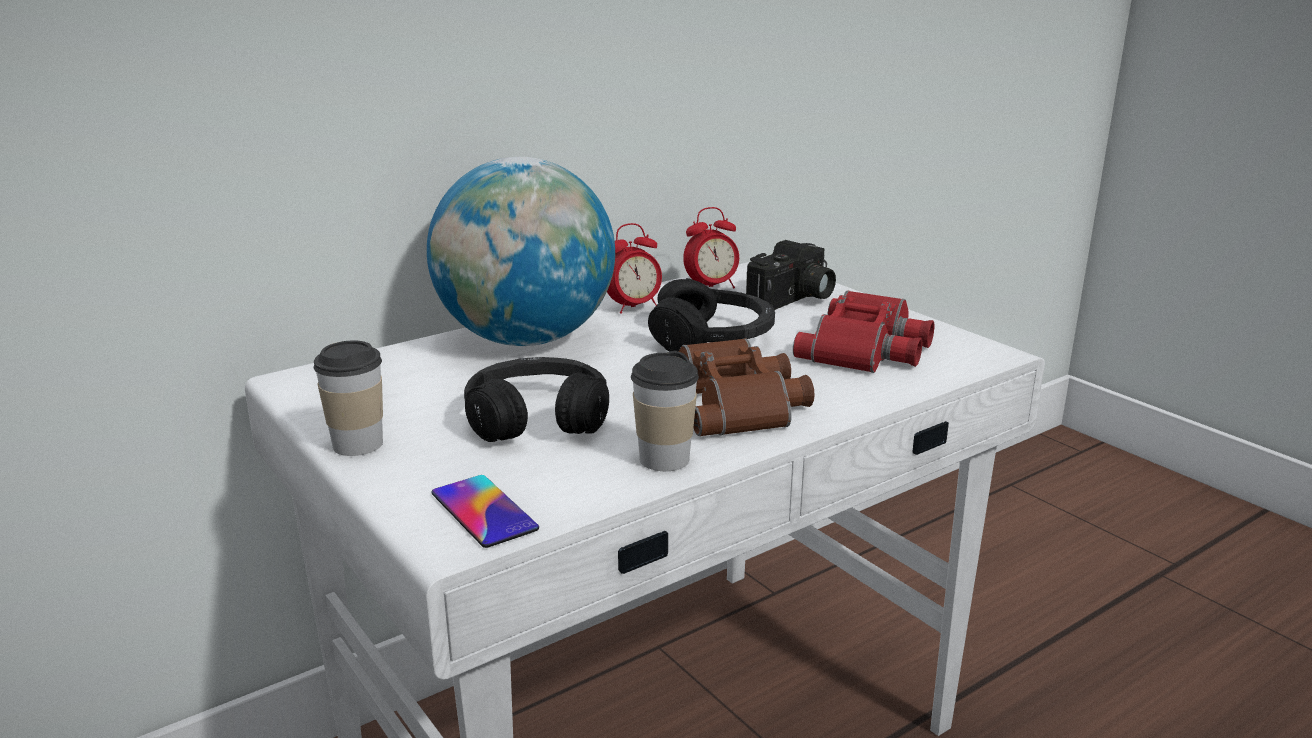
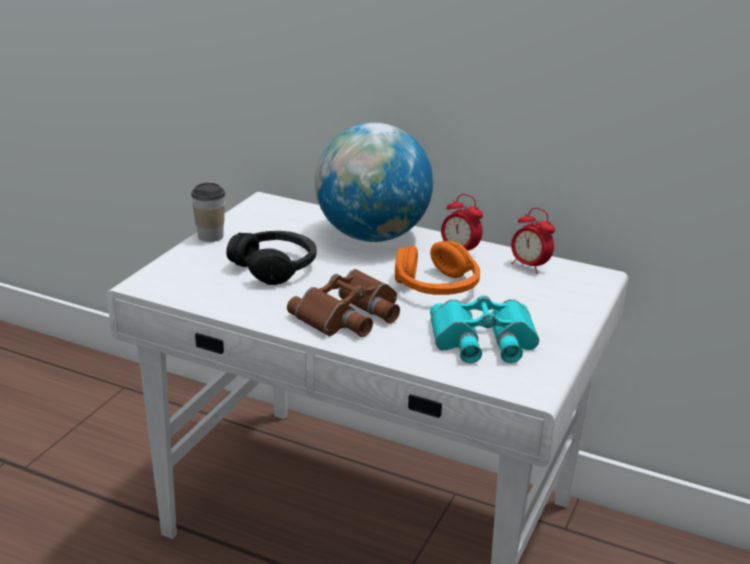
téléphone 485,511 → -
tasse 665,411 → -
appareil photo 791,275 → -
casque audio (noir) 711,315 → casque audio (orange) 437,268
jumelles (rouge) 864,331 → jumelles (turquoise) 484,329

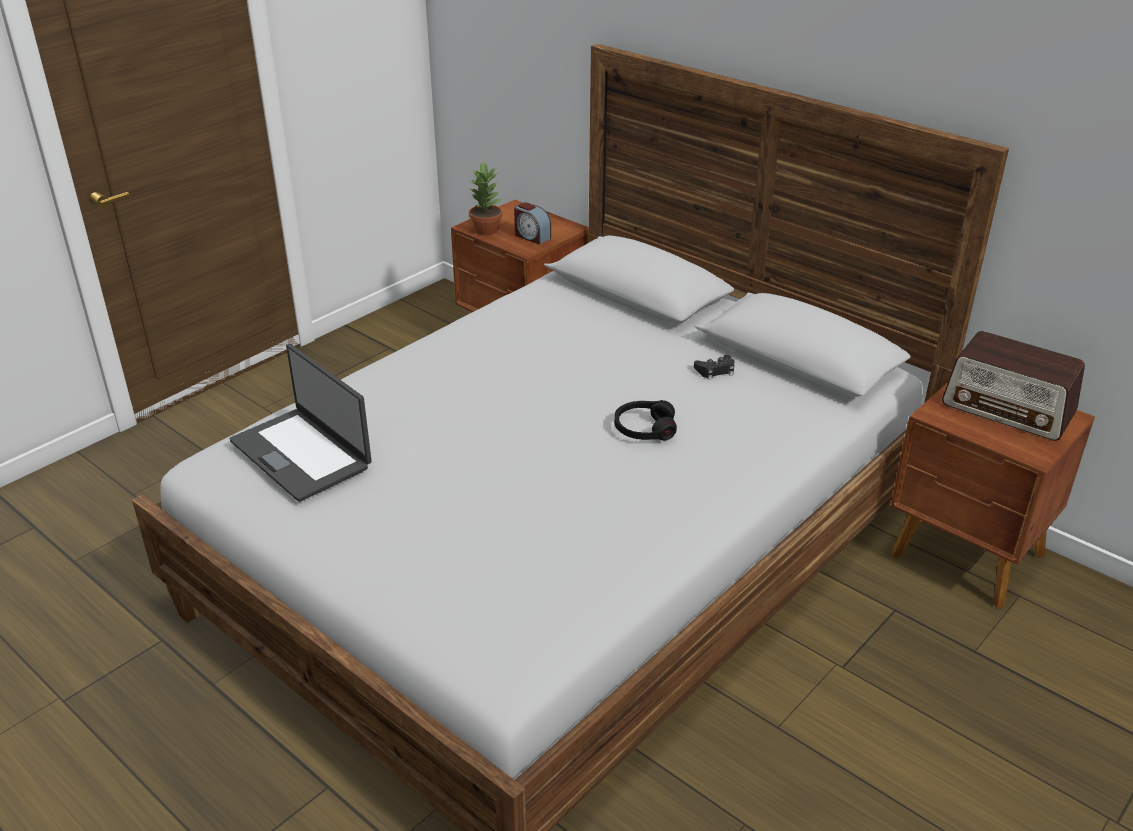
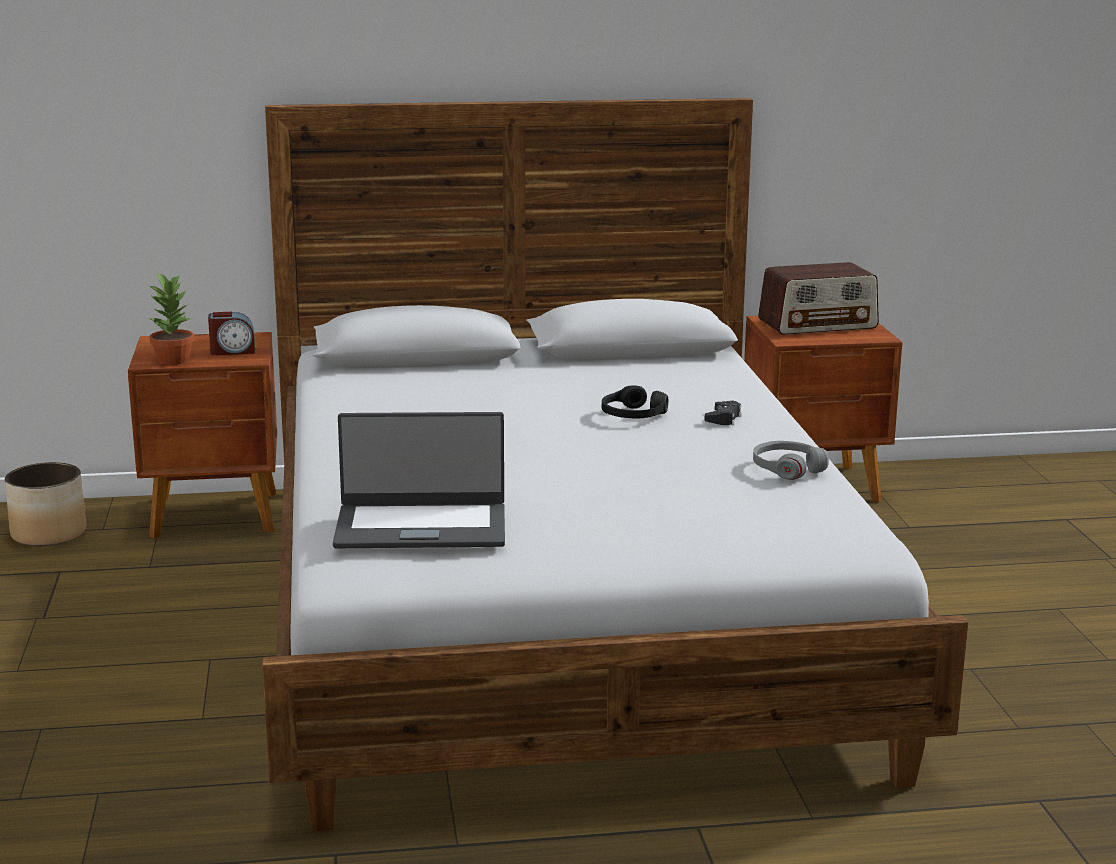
- → cache-pot 45,504
- → casque audio (gris) 791,460
manette (noir) 714,367 → manette (noir) 723,413, moved

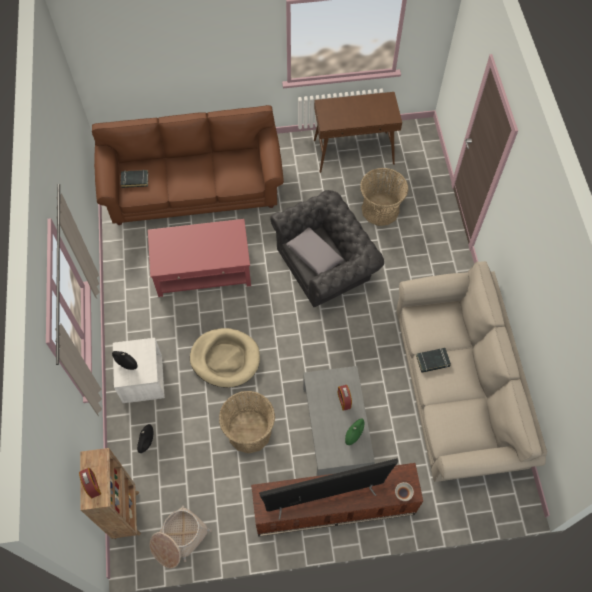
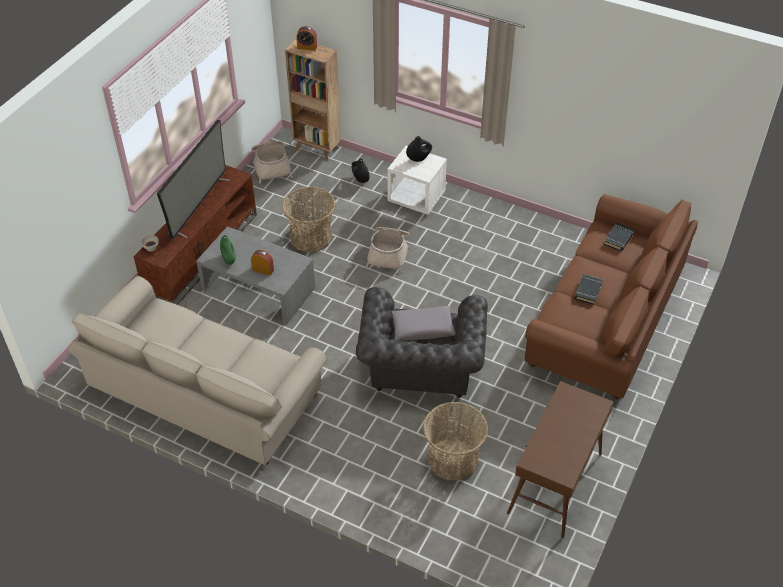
table basse (rouge) 199,258 → -
livre (noir) 433,360 → livre (noir) 588,289, moved
panier pour chien (beige) 225,358 → panier 388,250

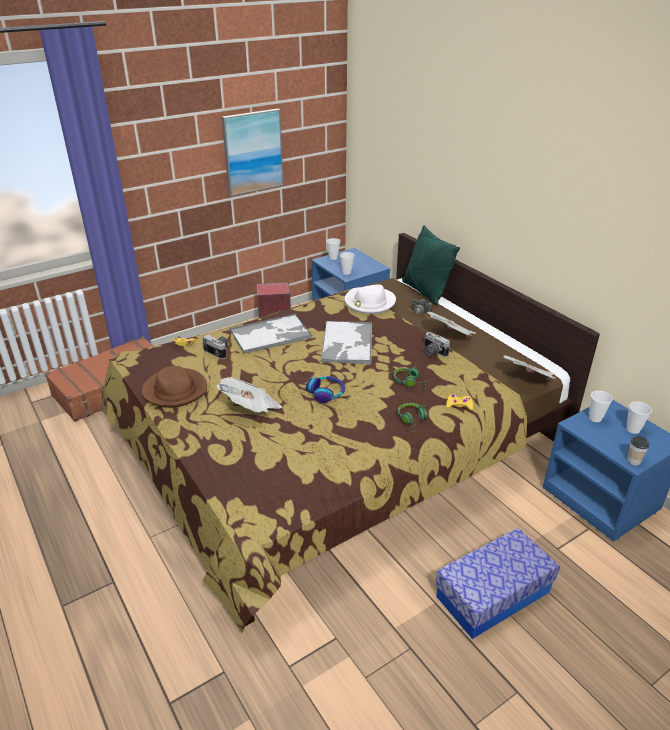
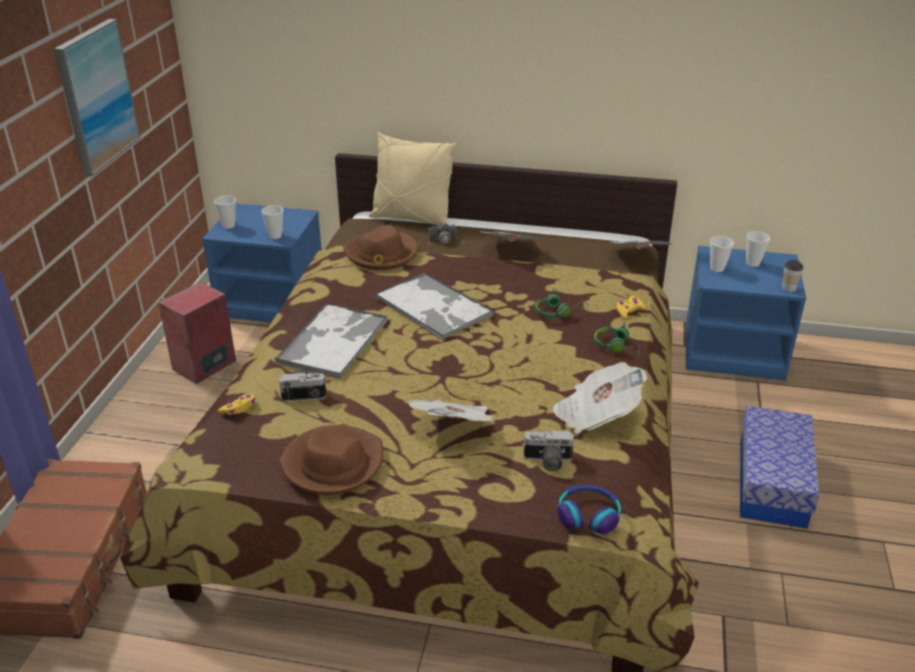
- → journal 600,398
casque audio 325,389 → casque audio 589,509, moved
appareil photo 437,344 → appareil photo 548,450, moved
chapeau (blanc) 370,299 → chapeau (marron) 380,247
coussin (vert) 431,265 → coussin (beige) 413,178

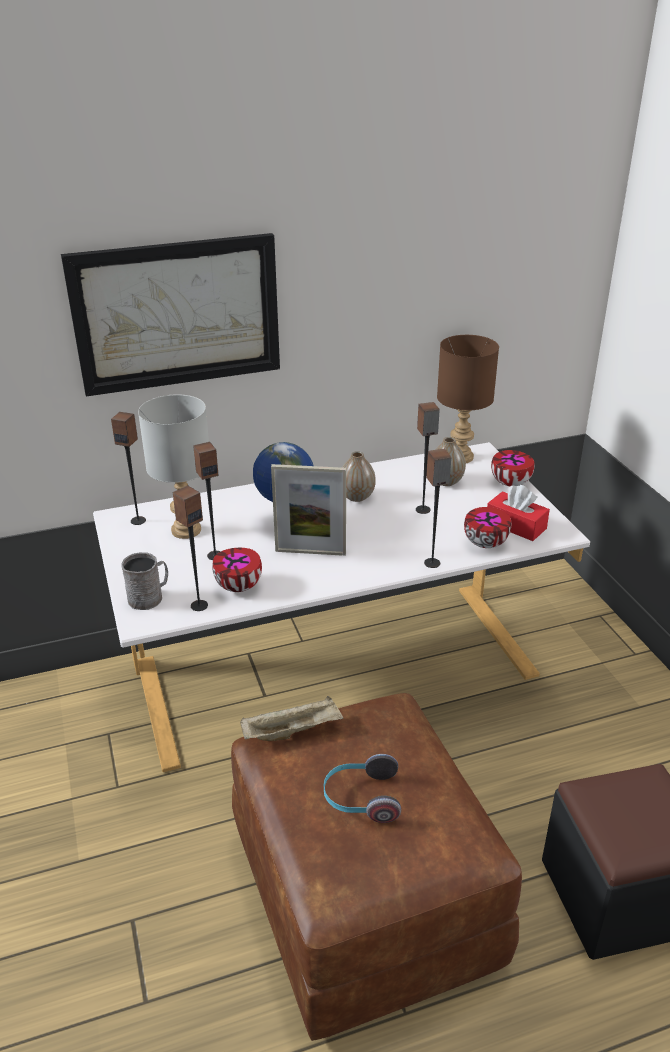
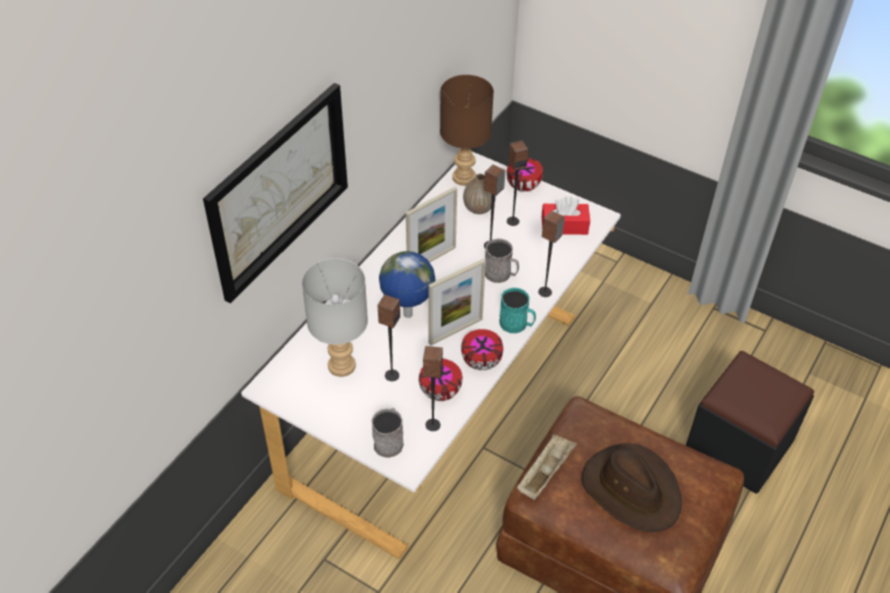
- → mug (gris) 502,260
- → mug (turquoise) 517,310
enceinte 128,468 → enceinte 517,183, moved
bol 487,527 → bol 482,349, moved
casque audio 362,788 → chapeau (marron) 632,487
vase 359,476 → cadre photo 431,224

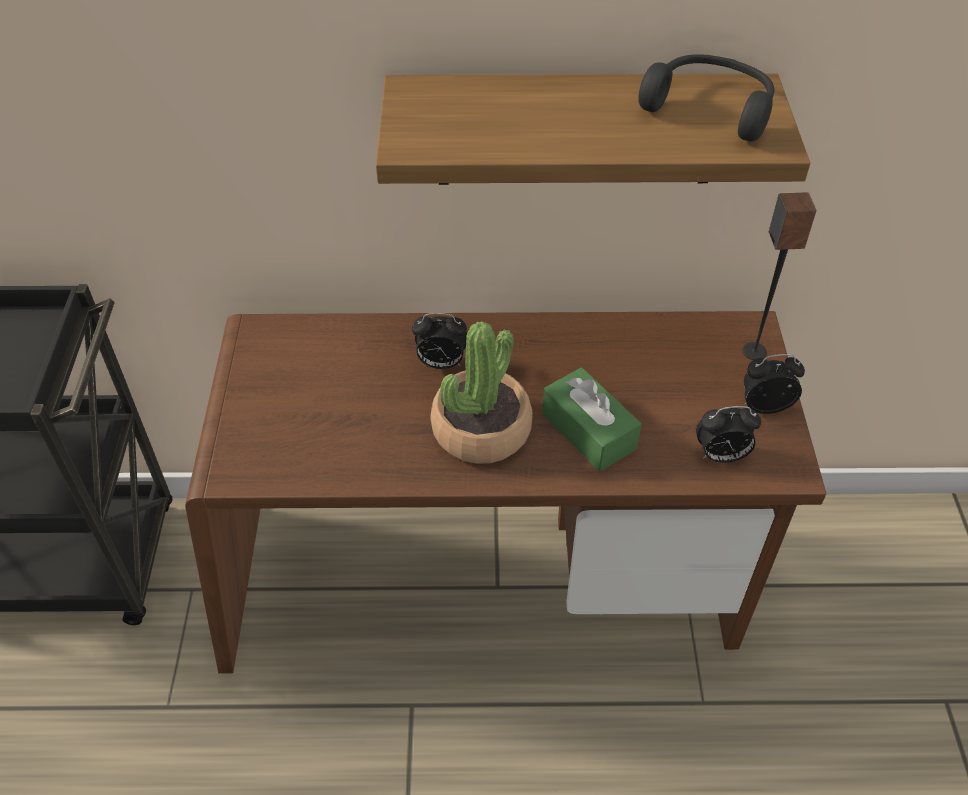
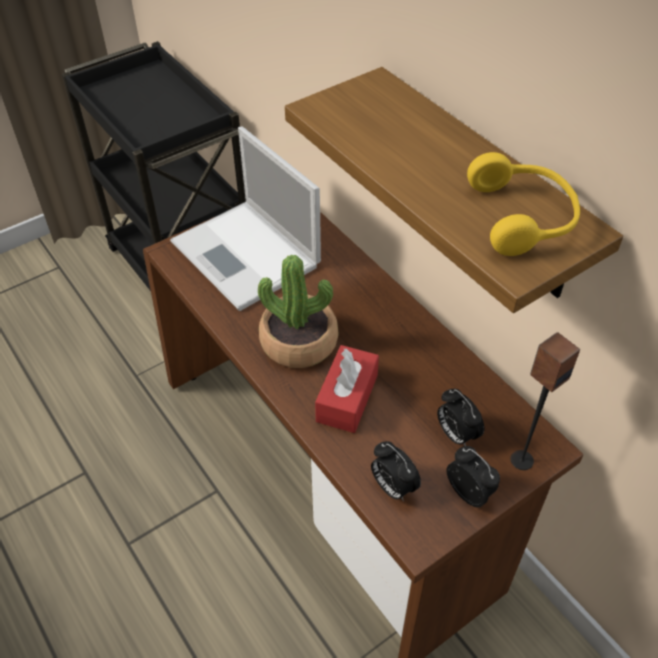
- → ordinateur portable 245,219
réveil 439,341 → réveil 460,417, moved
boîte à mouchoirs (vert) 592,419 → boîte à mouchoirs (rouge) 347,389
casque audio (noir) 706,97 → casque audio (jaune) 523,204

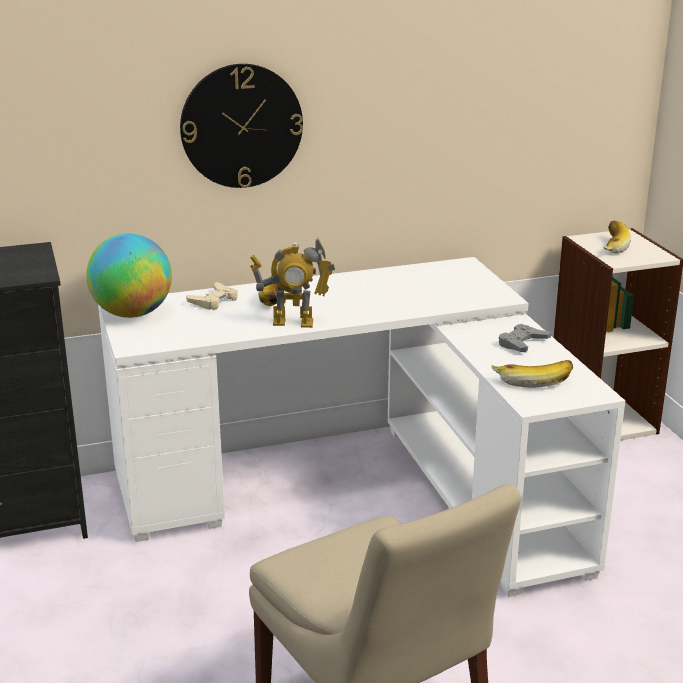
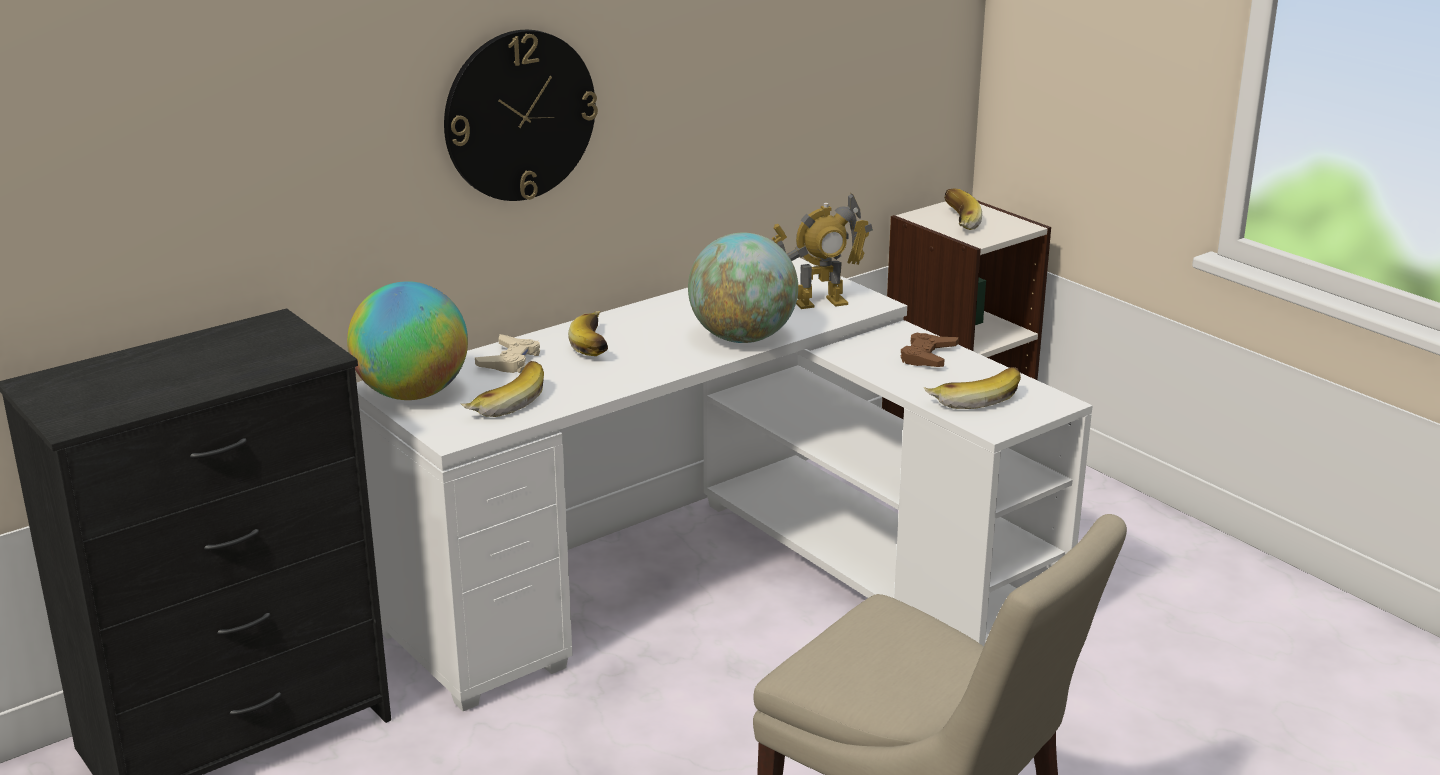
- → banane 502,389
- → globe 743,288
robot jouet 292,283 → robot jouet 822,251, moved
manette (gris) 525,338 → manette (marron) 929,349

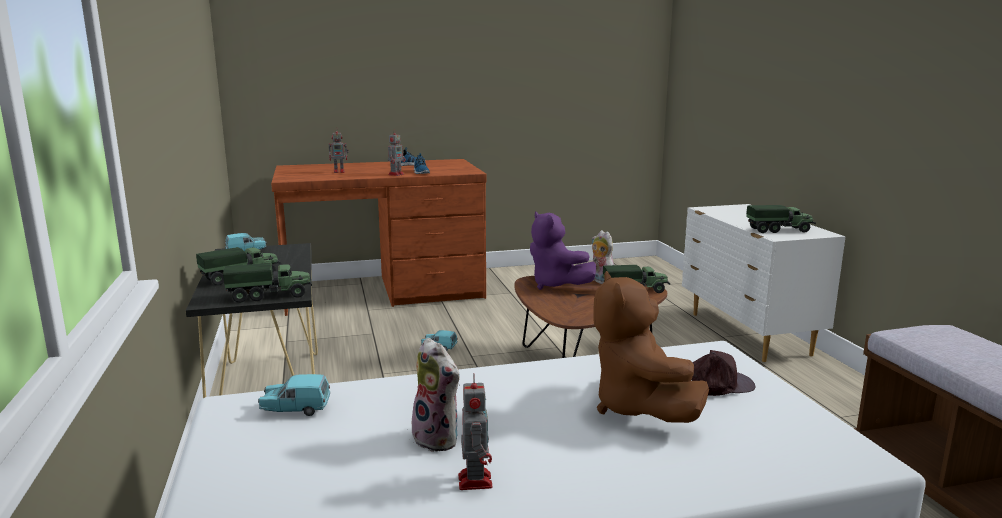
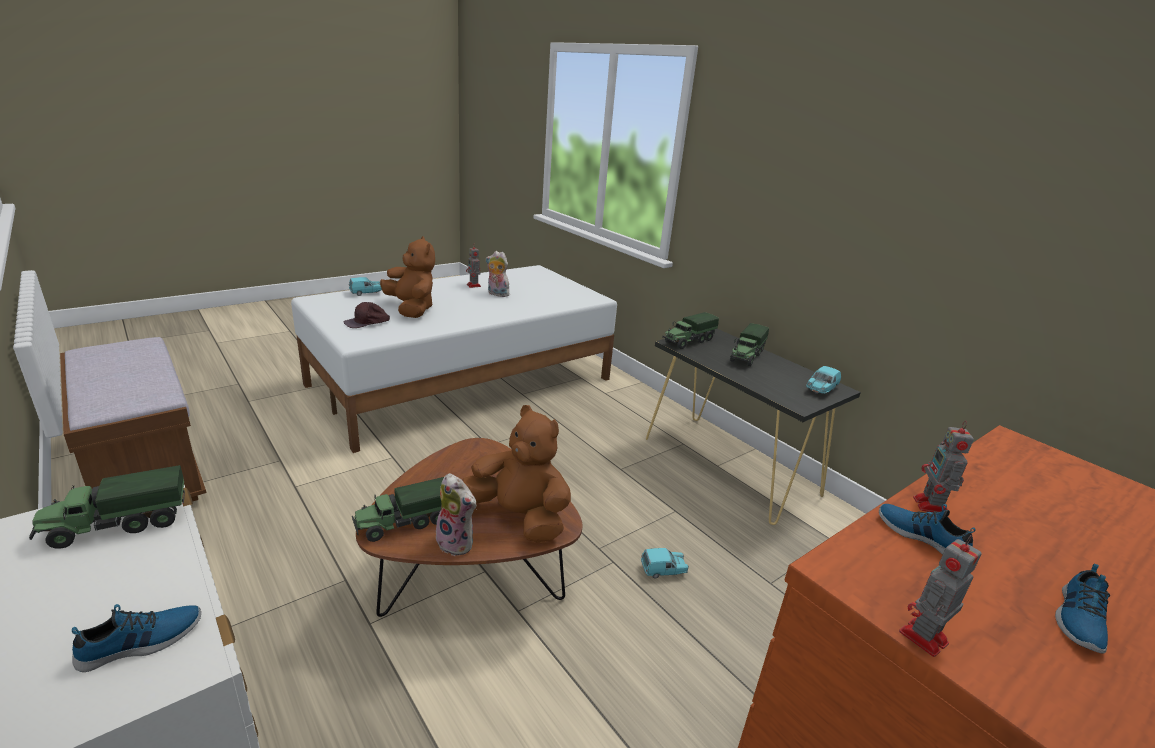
- → chaussure 136,638
petite voiture (turquoise) 294,395 → petite voiture (turquoise) 365,286, moved
robot jouet 339,150 → robot jouet 940,596, moved
peluche (violet) 563,251 → peluche (marron) 516,473

